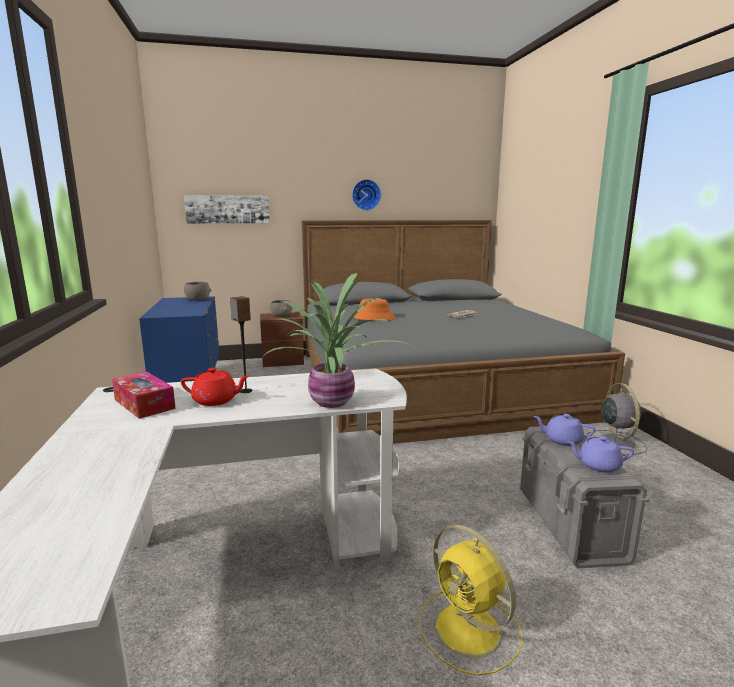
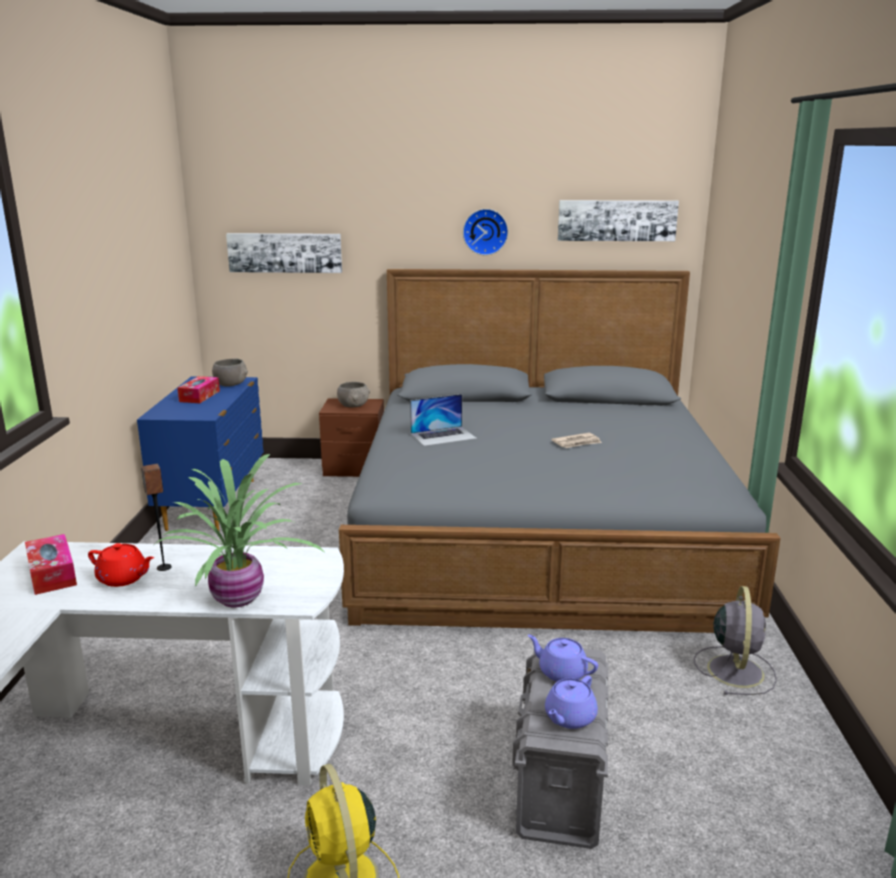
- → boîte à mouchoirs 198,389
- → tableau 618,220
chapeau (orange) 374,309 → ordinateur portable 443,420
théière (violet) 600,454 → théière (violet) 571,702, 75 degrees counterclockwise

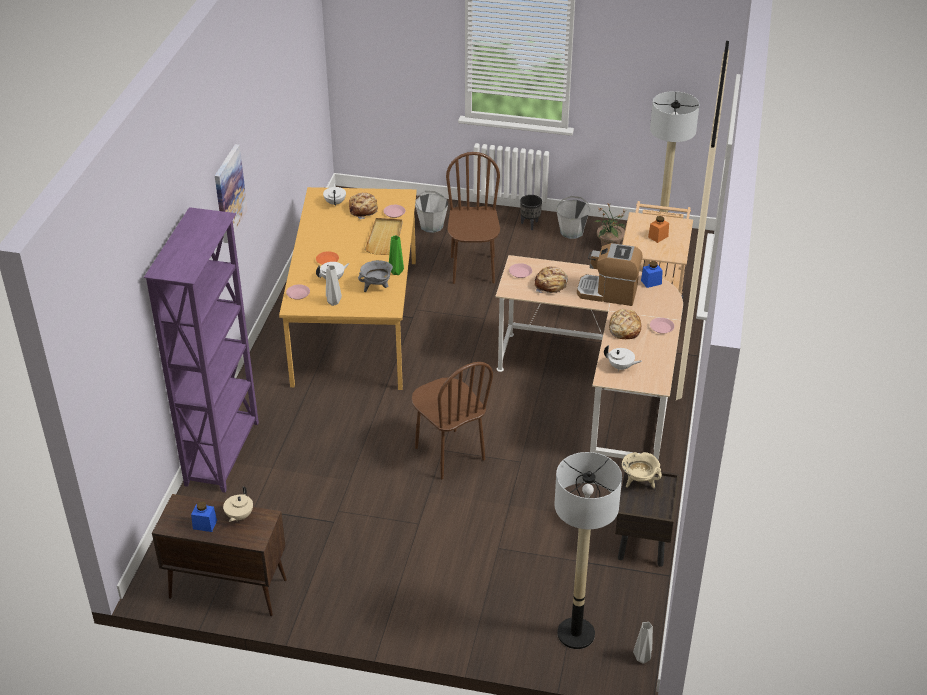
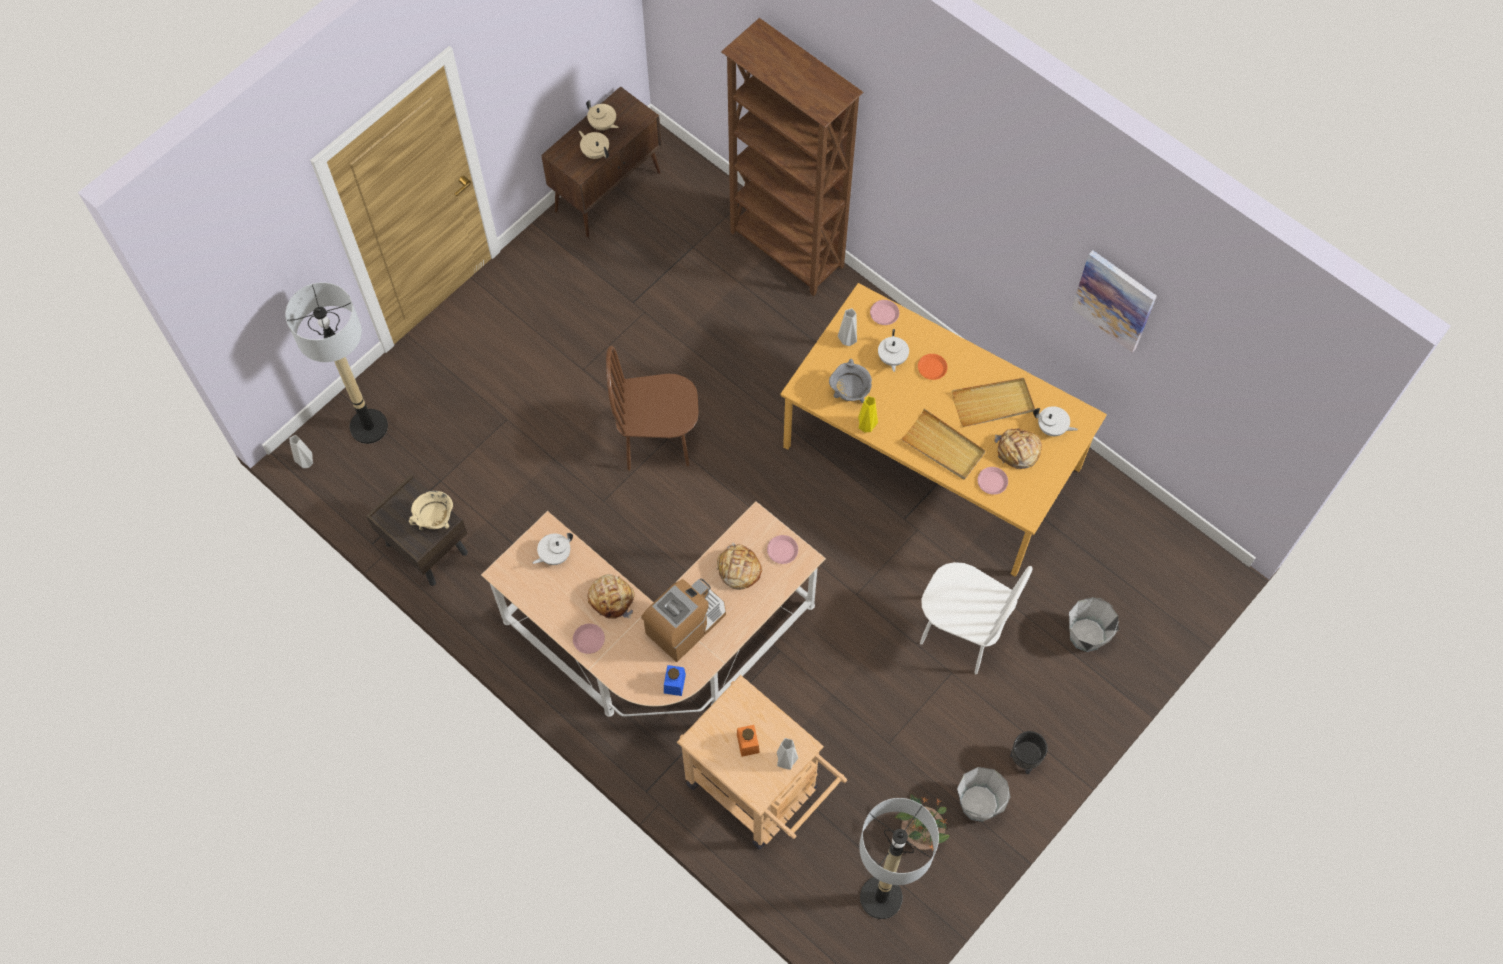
- → vase (gris) 787,754
- → plateau (beige) 993,402
tableau 231,193 → tableau 1114,301, moved
bocal (bleu) 204,517 → théière (beige) 602,115
bibliothèque (violet) 201,350 → bibliothèque (marron) 792,157
vase (vert) 396,255 → vase (jaune) 868,414
chaise (marron) 473,218 → chaise (blanc) 976,618

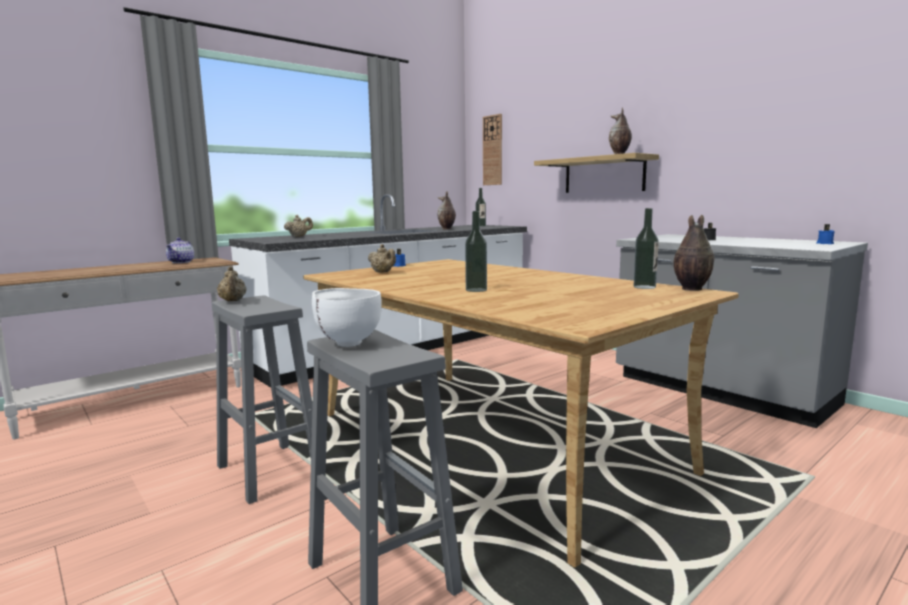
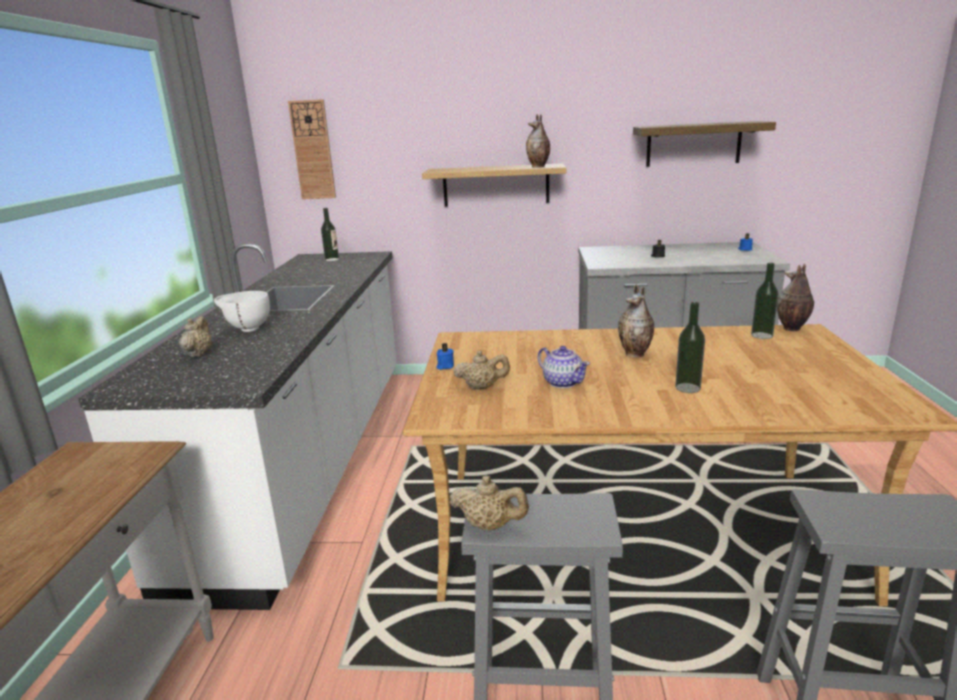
- → étagère 704,144
théière 180,250 → théière 564,367, moved
bol (blanc) 347,317 → bol (blanc) 242,311, moved
vase 446,210 → vase 636,321, moved

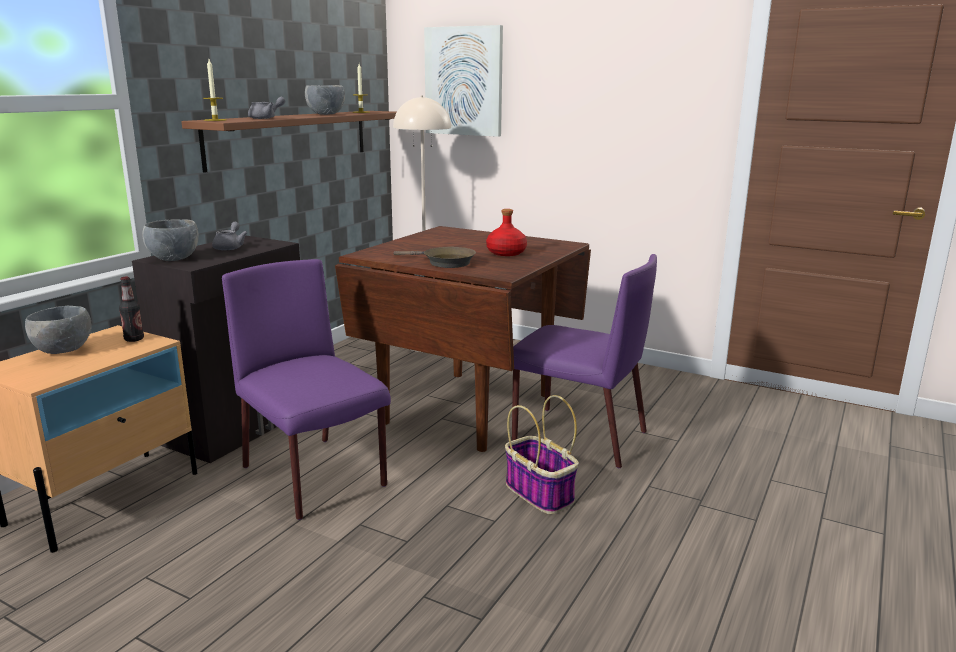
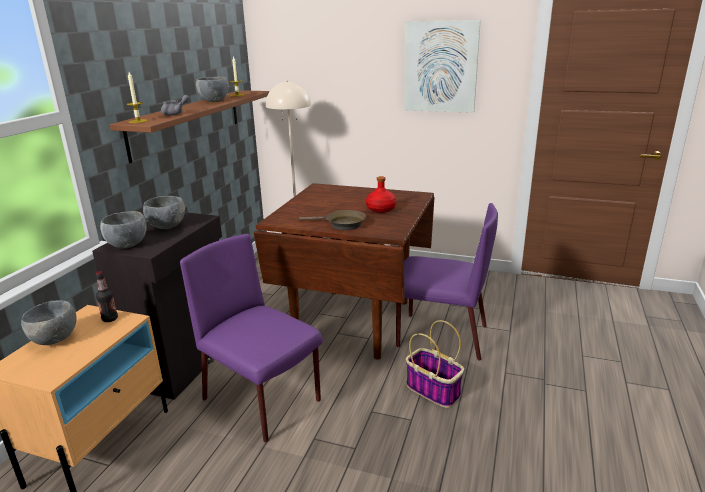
tableau 463,81 → tableau 442,66, moved
théière (gris) 230,236 → bol (gris) 164,212

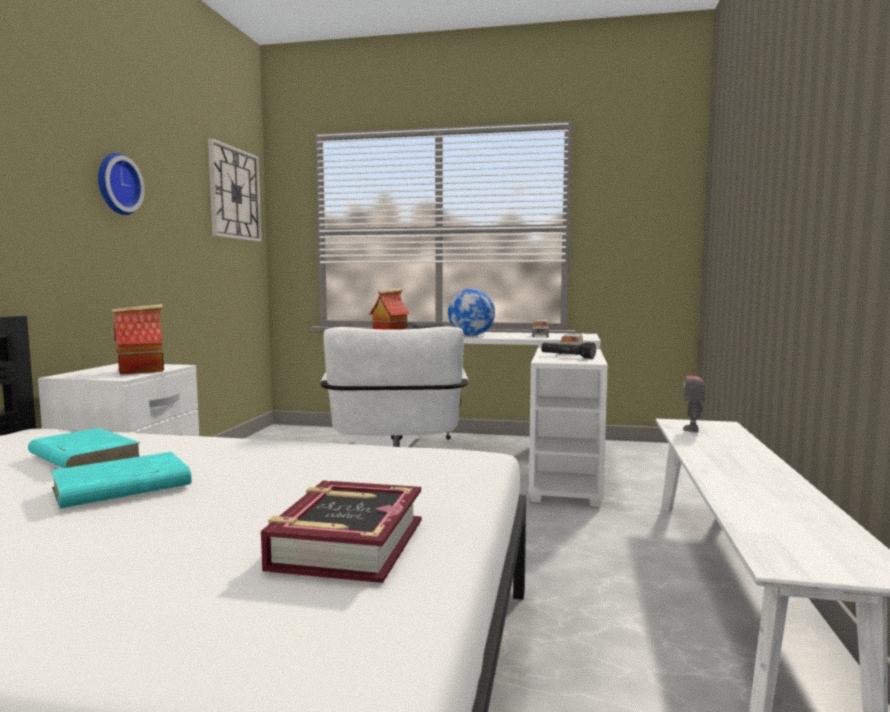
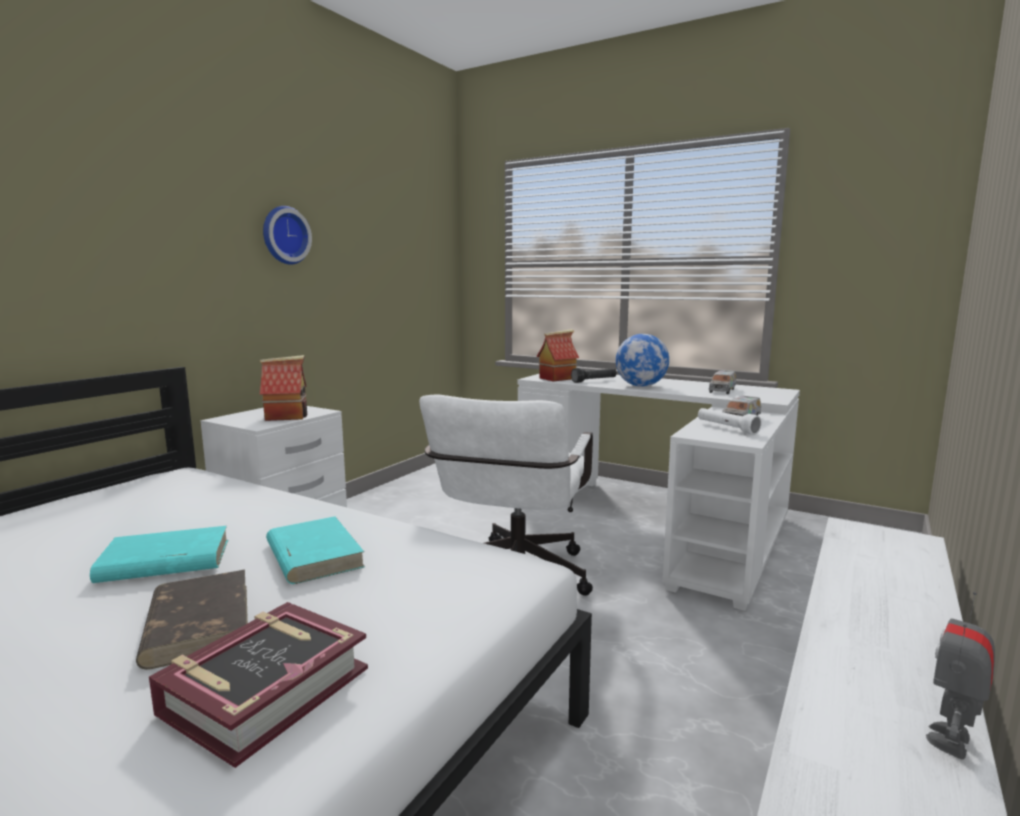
horloge murale 235,190 → -
- → livre (marron) 192,620
livre (turquoise) 84,448 → livre (turquoise) 315,550, moved
robot jouet 694,397 → robot jouet 960,676, moved
lampe de poche (noir) 568,350 → lampe de poche (blanc) 730,421

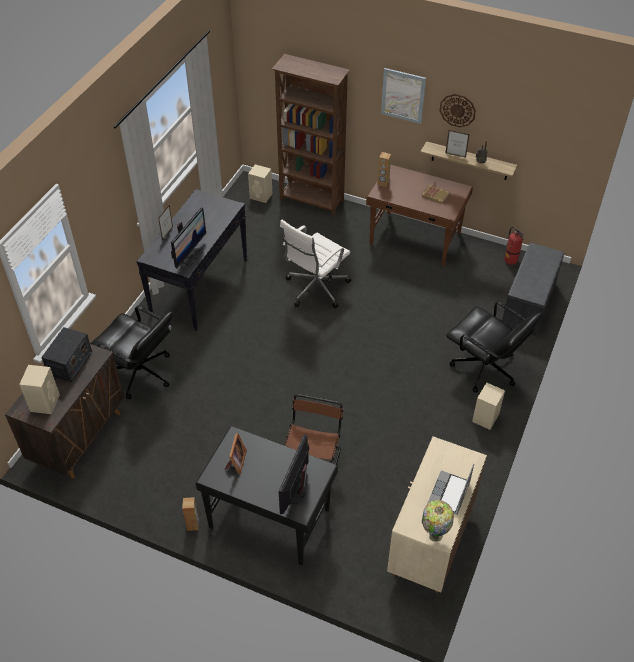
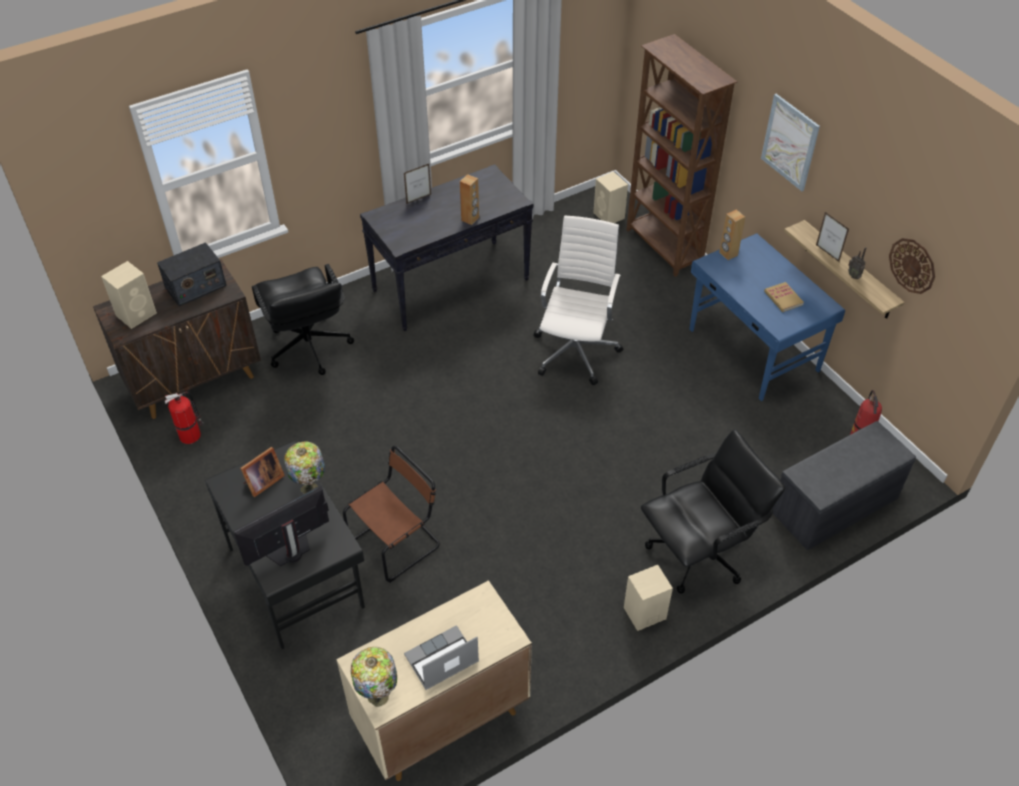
écran d'ordinateur 188,238 → -
- → extincteur 183,418
- → lampe de table 304,468
enceinte (marron) 190,514 → enceinte (marron) 469,199, moved
horloge murale 458,110 → horloge murale 912,266, moved
bureau (marron) 419,215 → bureau (bleu) 767,317
chaise de bureau (blanc) 315,263 → chaise de bureau (blanc) 578,300, 120 degrees clockwise
chaise de bureau (noir) 494,347 → chaise de bureau (noir) 713,512, 105 degrees counterclockwise

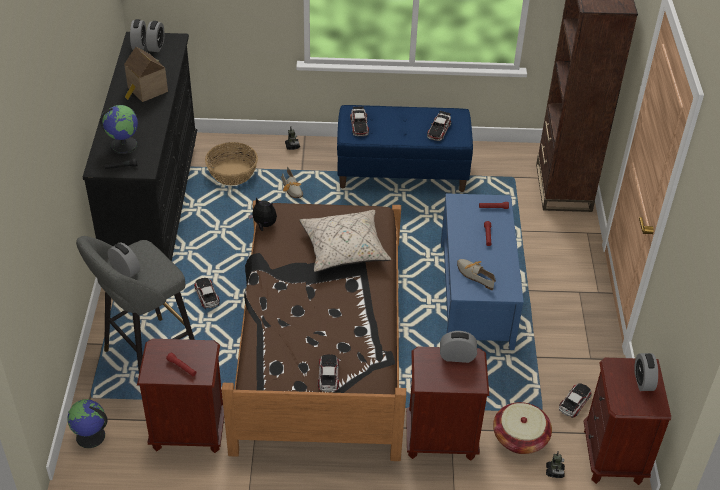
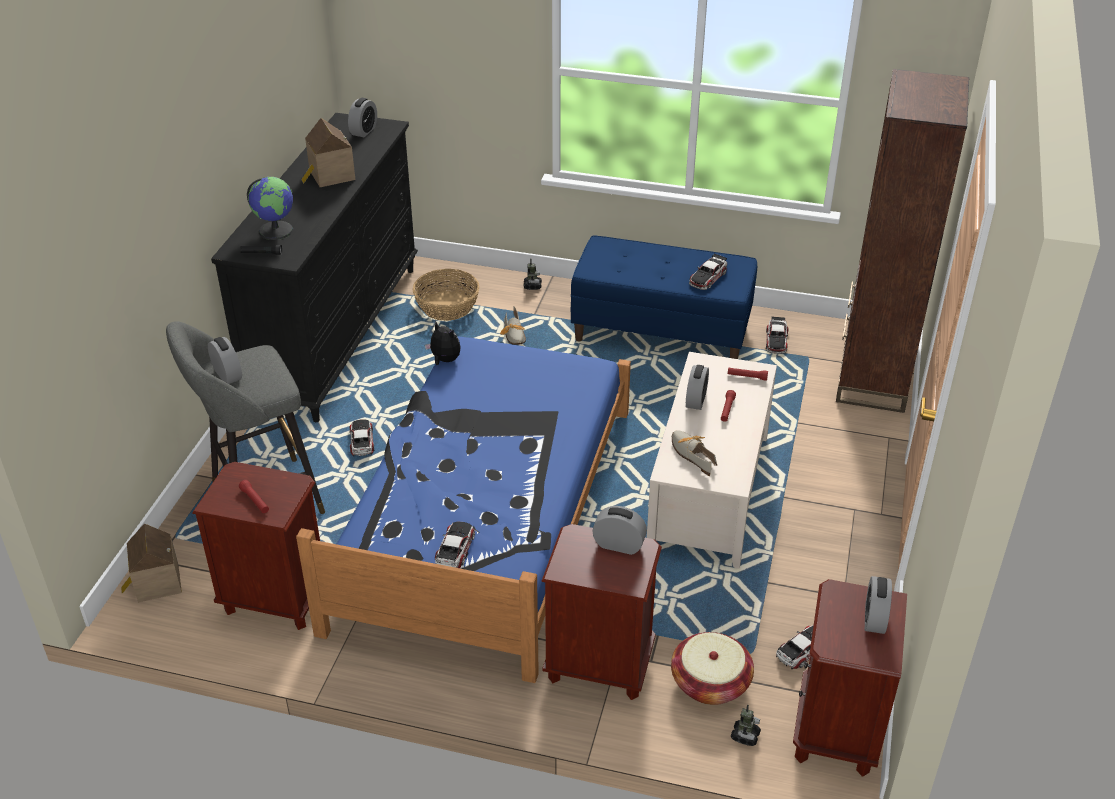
coussin (beige) 345,241 → -
réveil 138,34 → réveil 697,387, moved
petite voiture 359,121 → petite voiture 777,335, moved
globe 87,423 → maison miniature 151,563
lit (marron) 314,330 → lit (bleu) 463,509
table basse (bleu) 482,271 → table basse (beige) 712,460

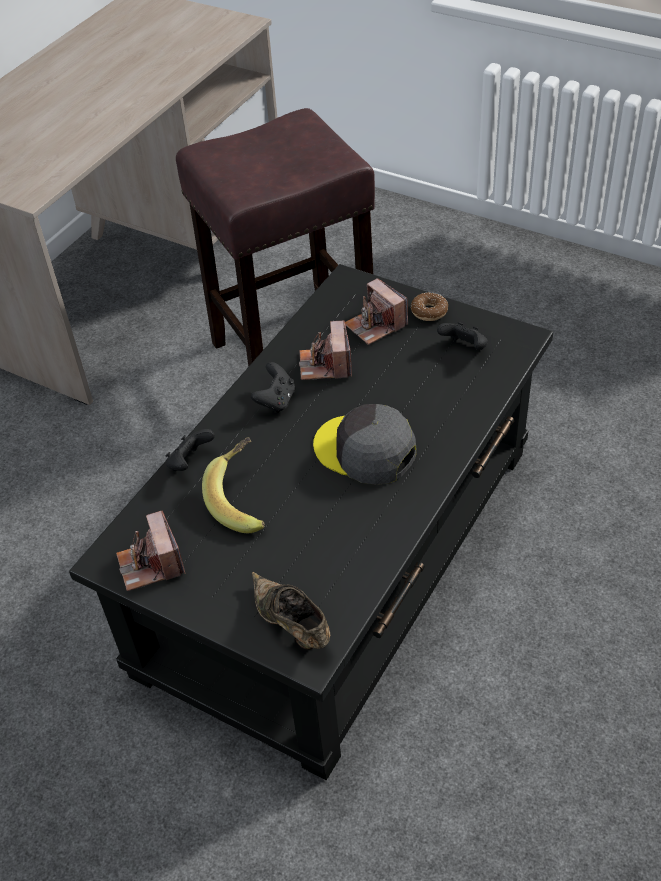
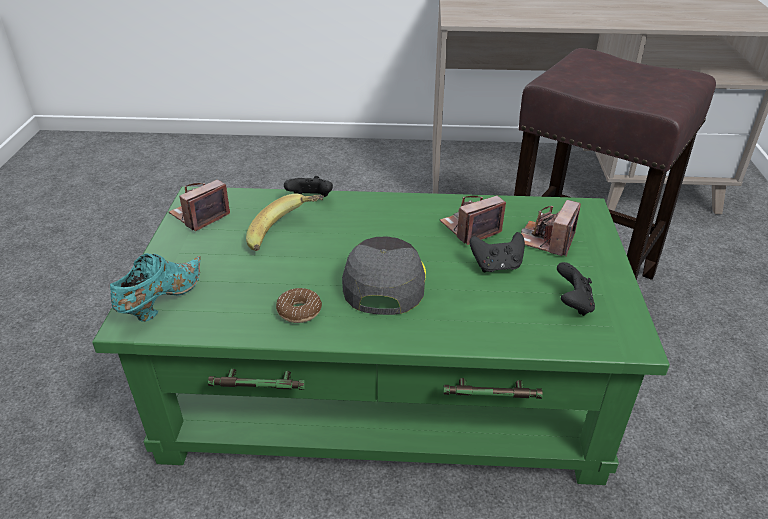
manette (noir) 273,387 → manette (noir) 497,252, moved
beignet 429,306 → beignet 299,305, moved
table basse (noir) 311,522 → table basse (vert) 381,335
chaussure (marron) 291,611 → chaussure (turquoise) 155,287

